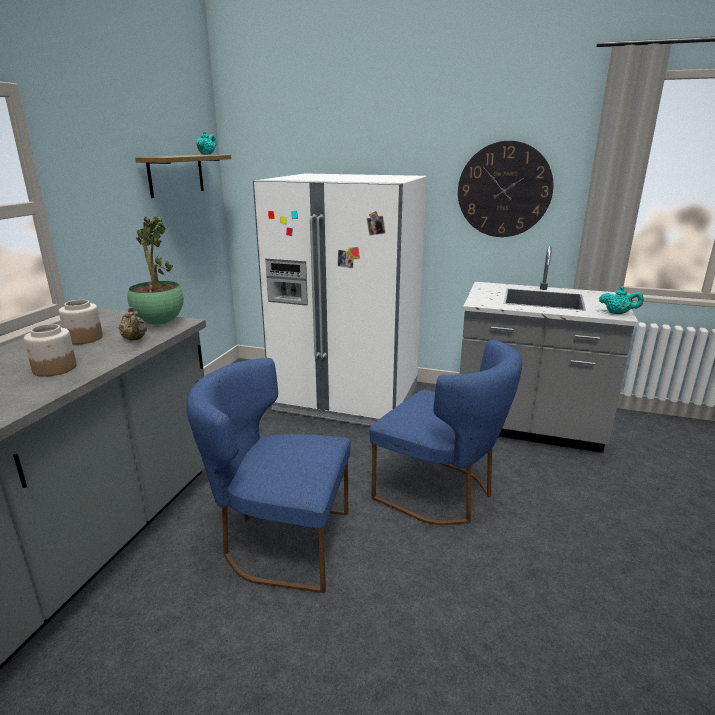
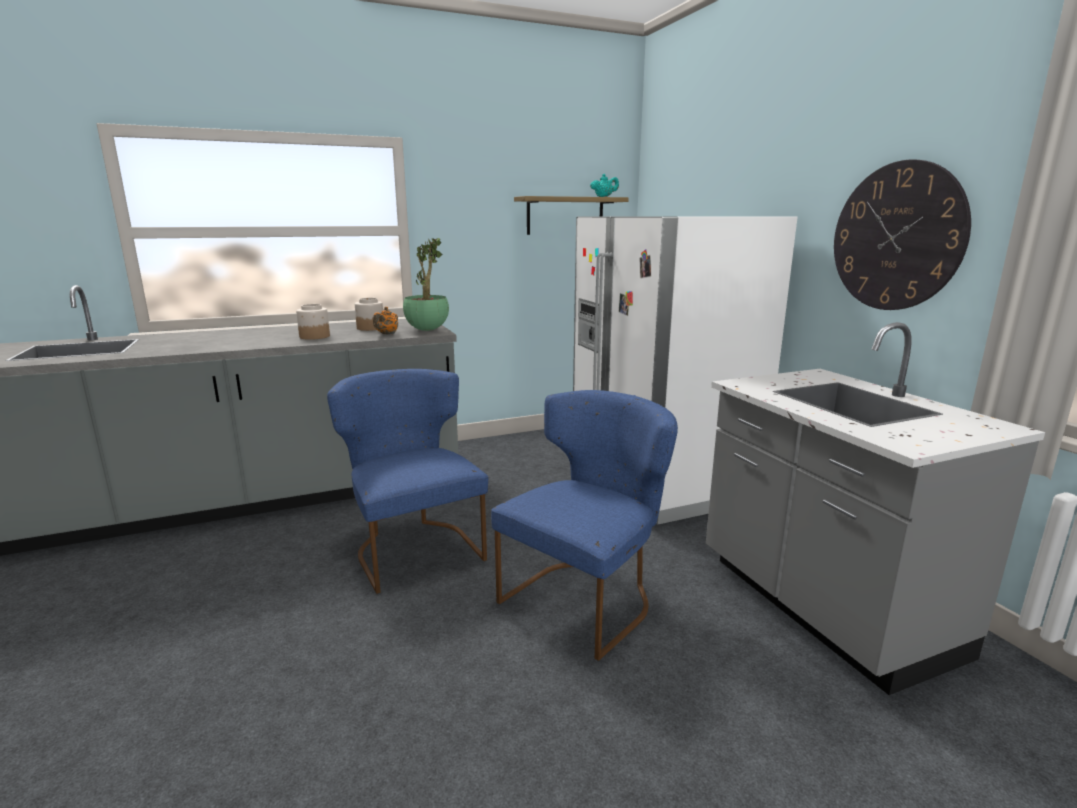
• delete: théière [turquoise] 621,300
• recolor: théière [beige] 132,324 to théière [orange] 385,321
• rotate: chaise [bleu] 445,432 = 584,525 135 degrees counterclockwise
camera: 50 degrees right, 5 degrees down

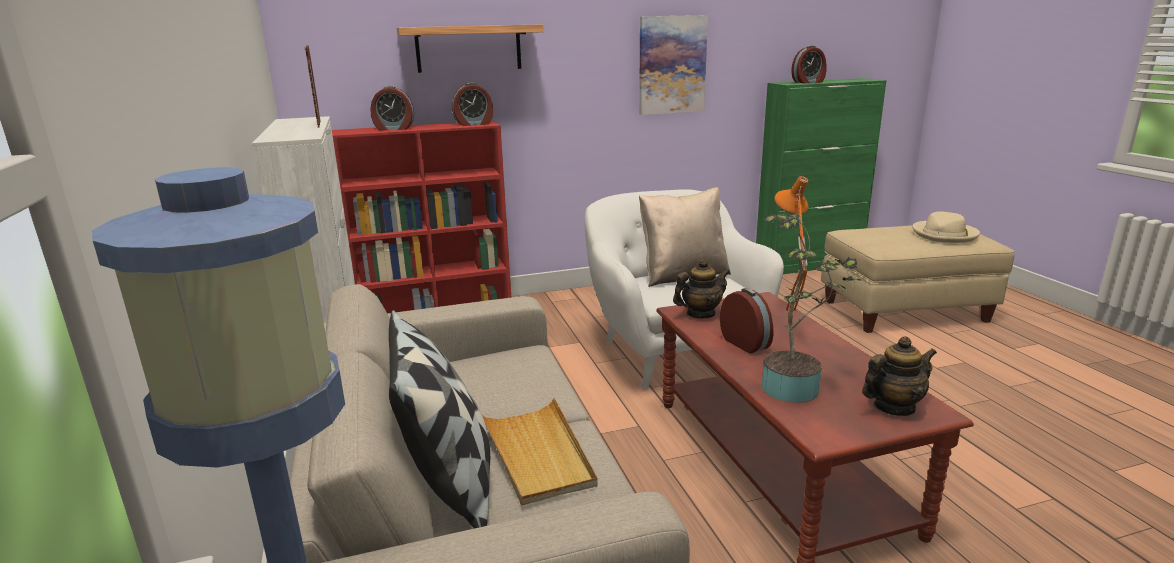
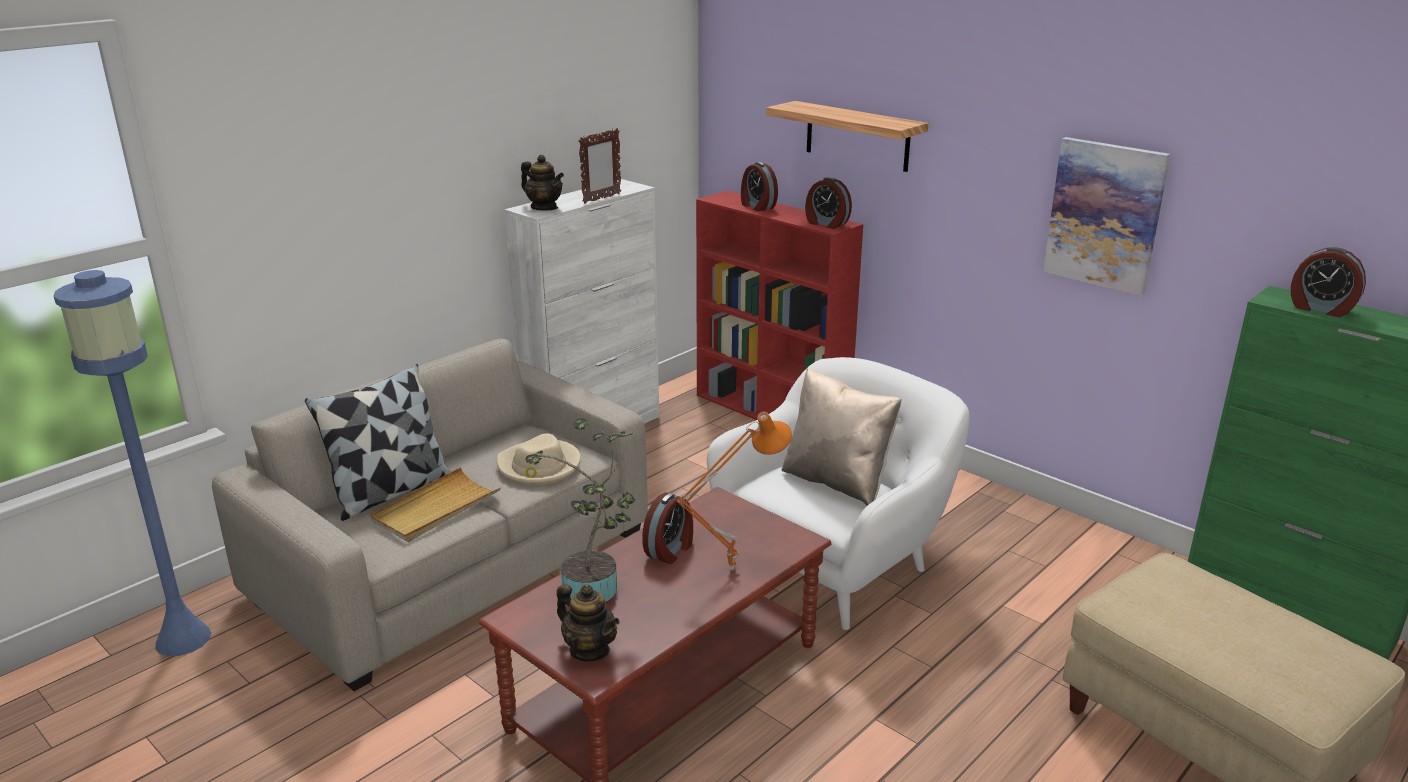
• move: théière 701,288 to 542,182
• move: chapeau [beige] 946,227 to 539,459
camera: 60 degrees right, 5 degrees up

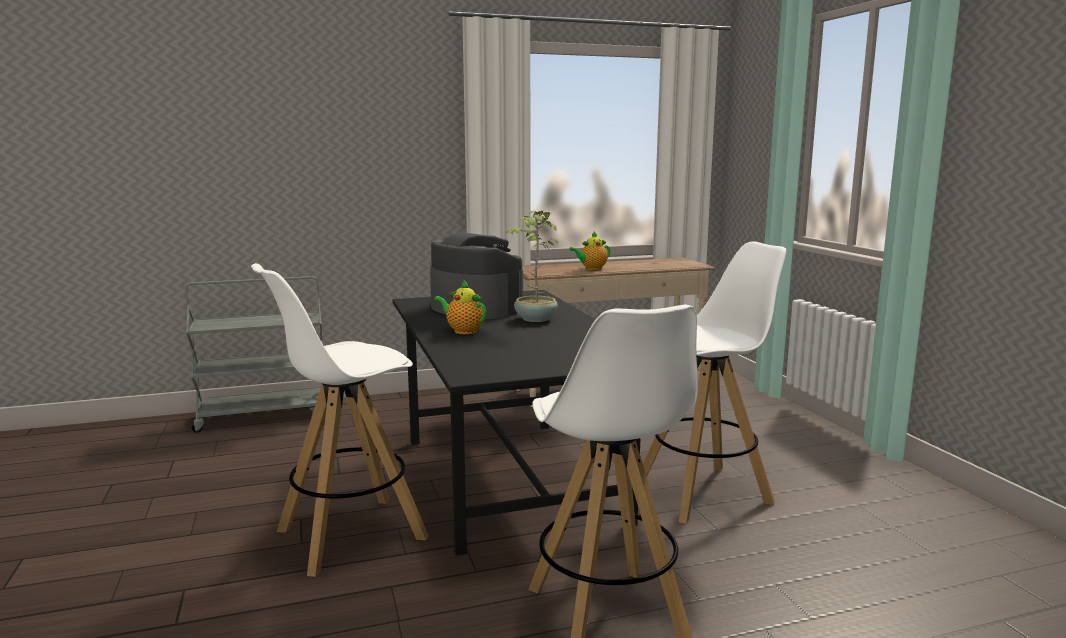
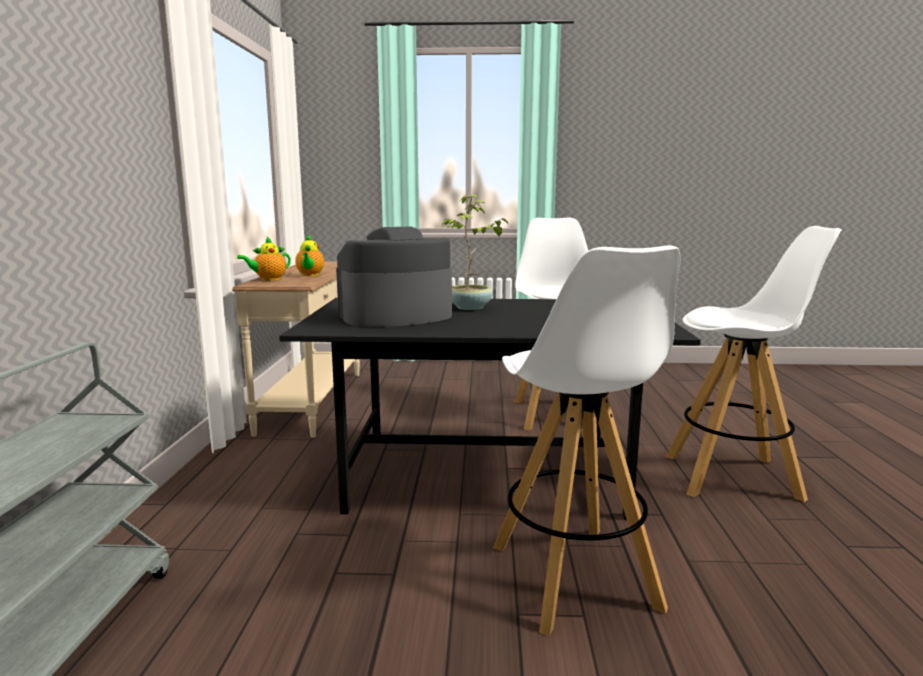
• move: théière 460,307 to 264,259
camera: 70 degrees left, 0 degrees up

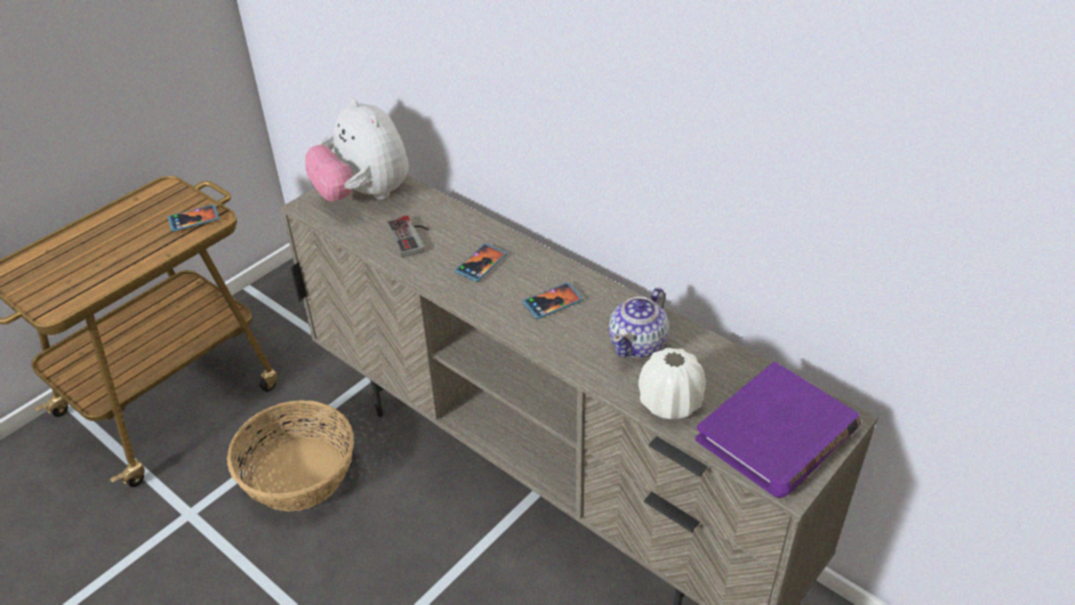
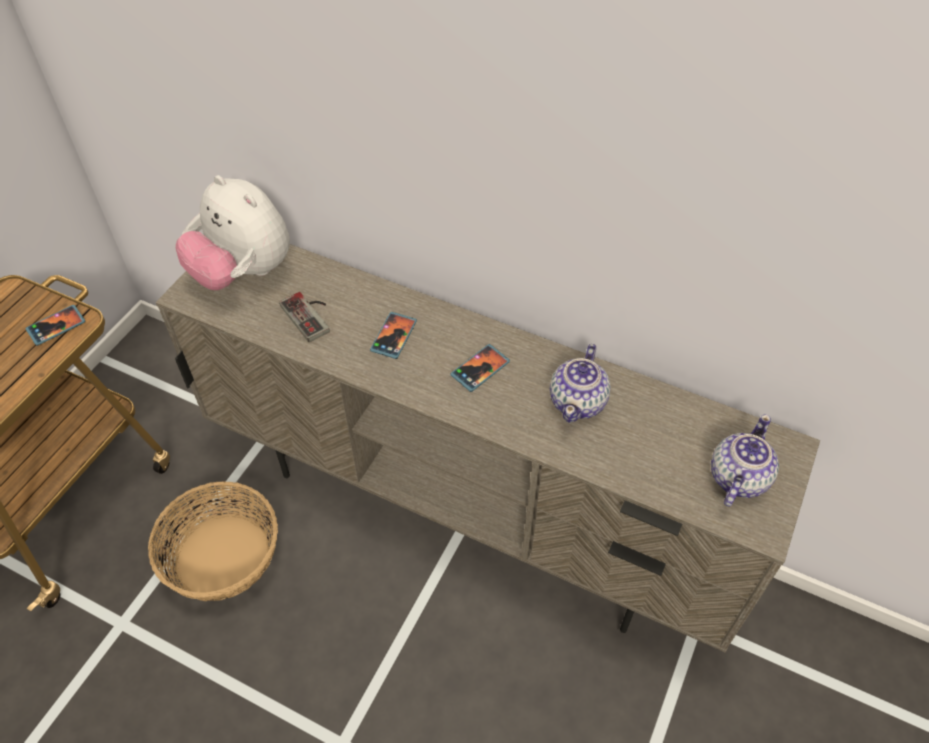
• delete: vase [blanc] 672,383
• replace: livre [violet] 778,430 to théière 745,460
camera: 15 degrees left, 10 degrees up

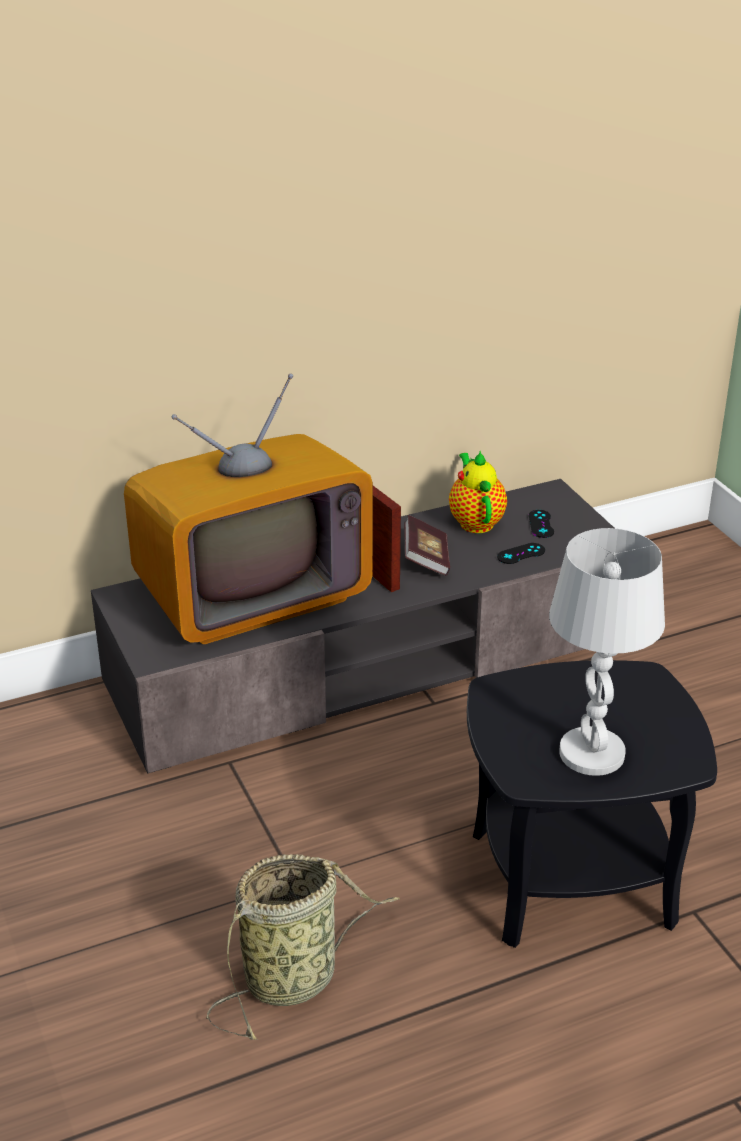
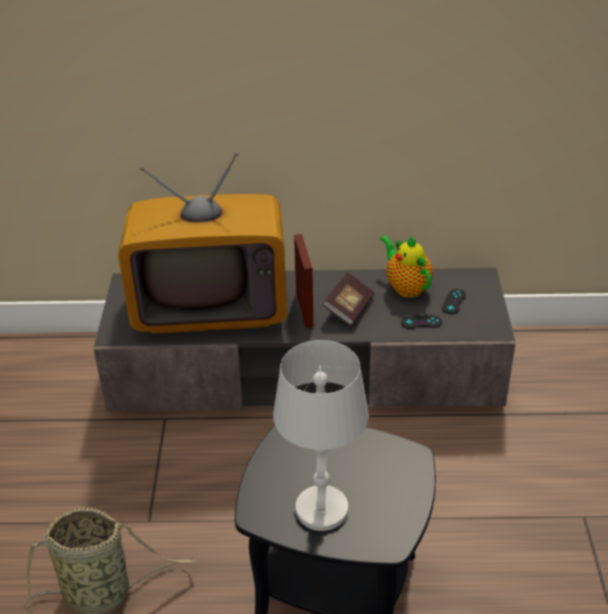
• rotate: théière 478,492 = 406,267 45 degrees counterclockwise
camera: 25 degrees right, 5 degrees up

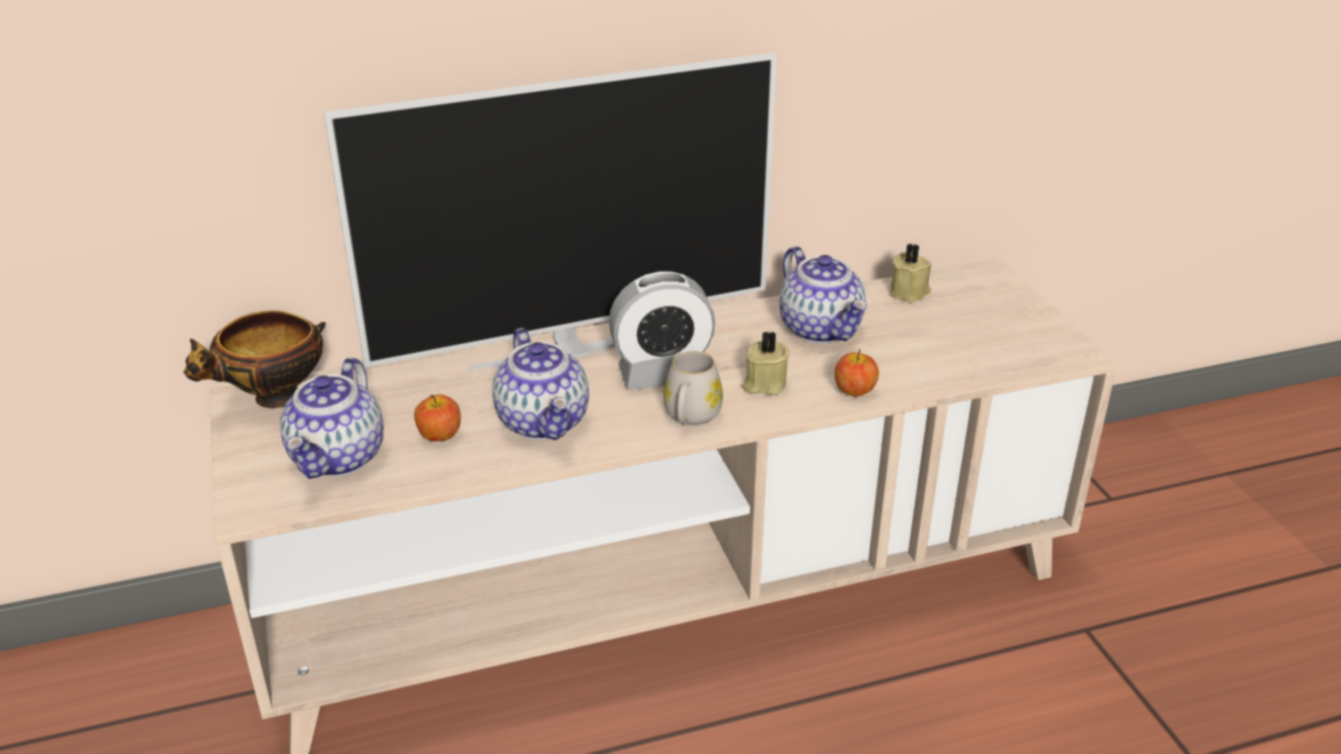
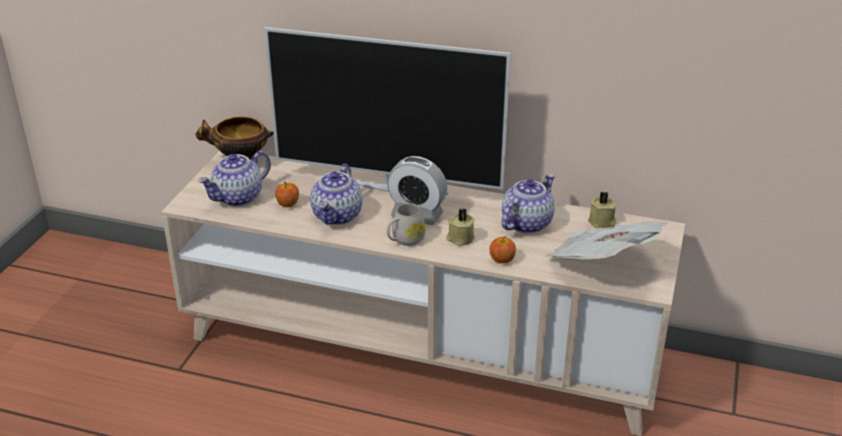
• insert: journal 606,240
• rotate: théière 823,295 = 528,204 150 degrees counterclockwise
camera: 35 degrees right, 0 degrees up

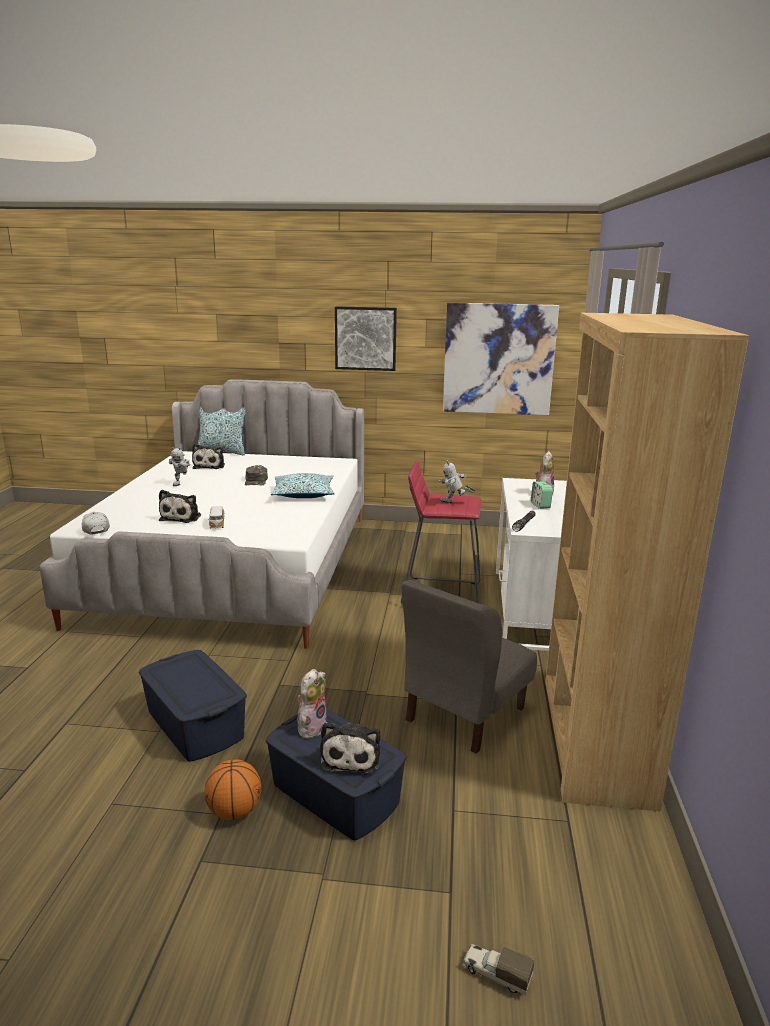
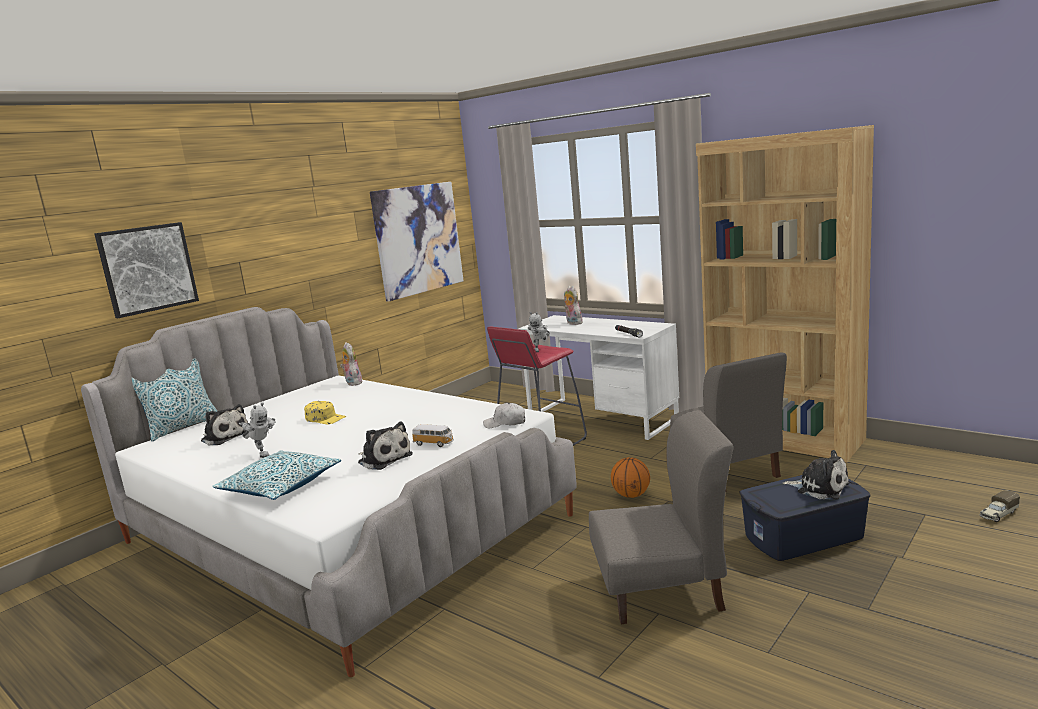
• delete: réveil 542,495
• move: casquette [blanc] 96,523 to 504,415
• move: ballon de basket 232,789 to 630,477
• move: coussin 302,485 to 276,475
• move: peluche 312,704 to 351,364
• move: tableau 366,338 to 146,270
• replace: boîte de rangement [bleu] 193,706 to chaise [gris] 661,517
• recolor: casquette [vert] 256,475 to casquette [jaune] 325,412
camera: 55 degrees left, 5 degrees down

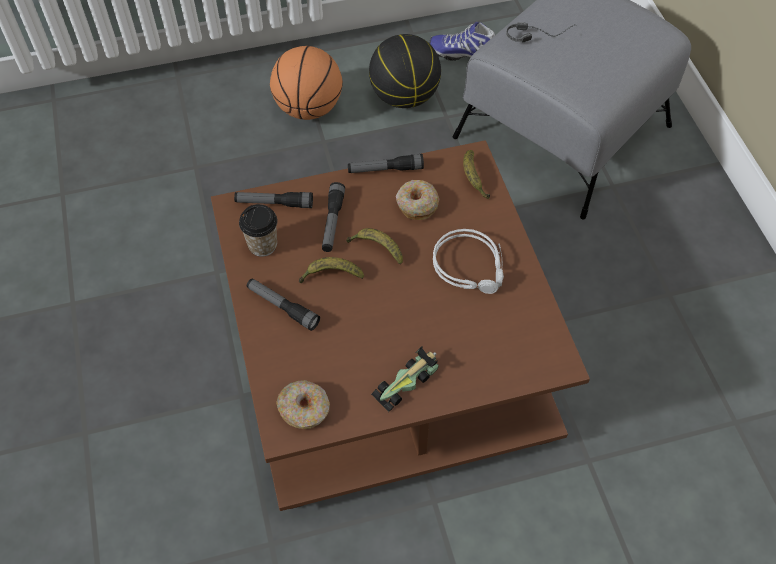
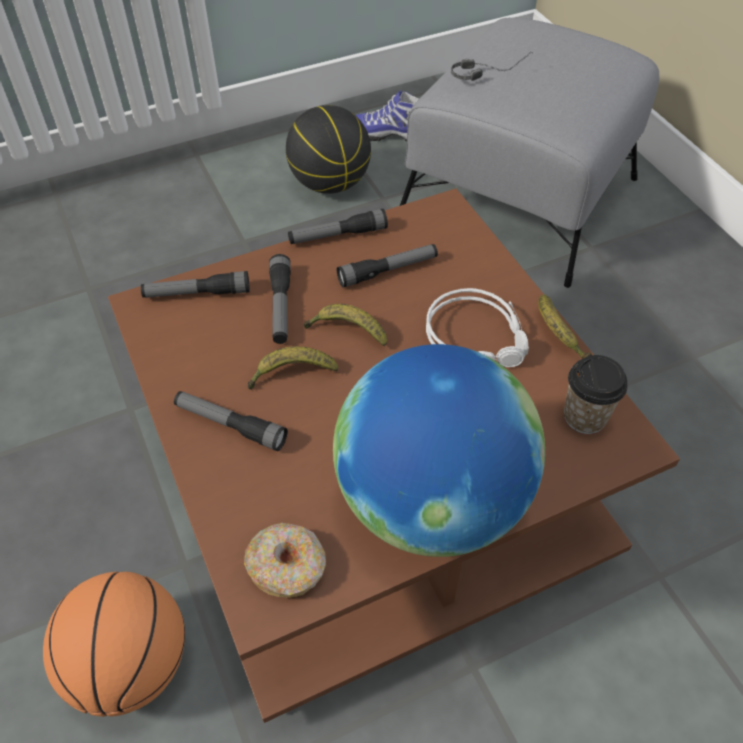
• move: tasse 258,230 to 596,394
• move: ballon de basket 306,83 to 114,644
• move: banane 476,174 to 565,326
• replace: petite voiture 404,379 to globe 439,450
• replace: beignet 417,200 to lampe de poche 387,266
camera: 10 degrees left, 5 degrees down

